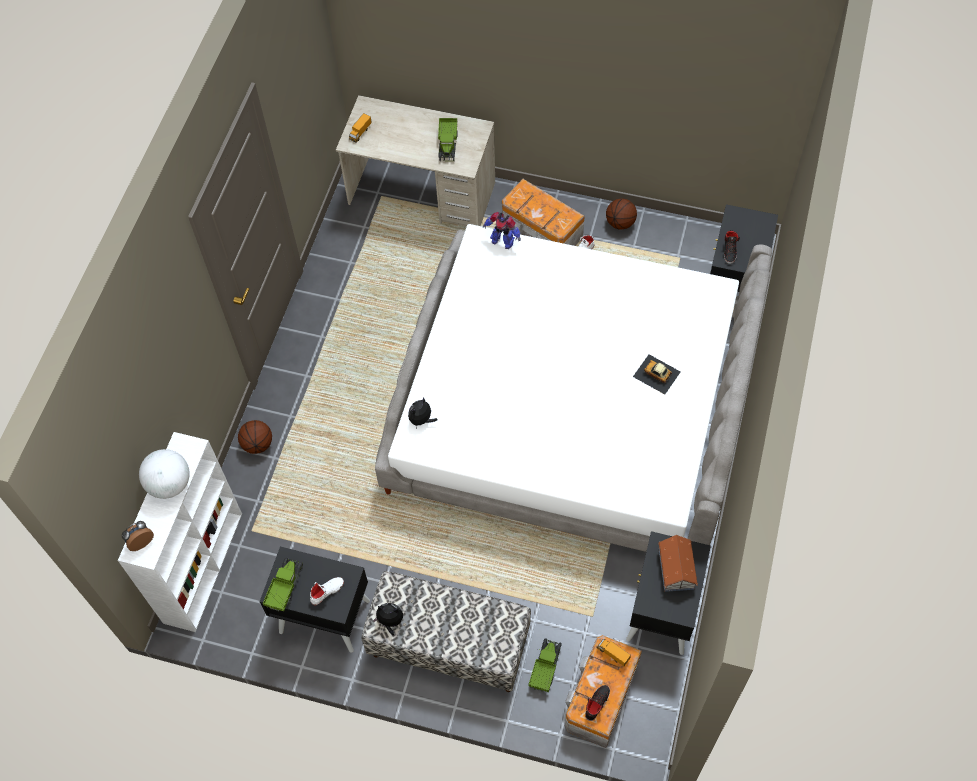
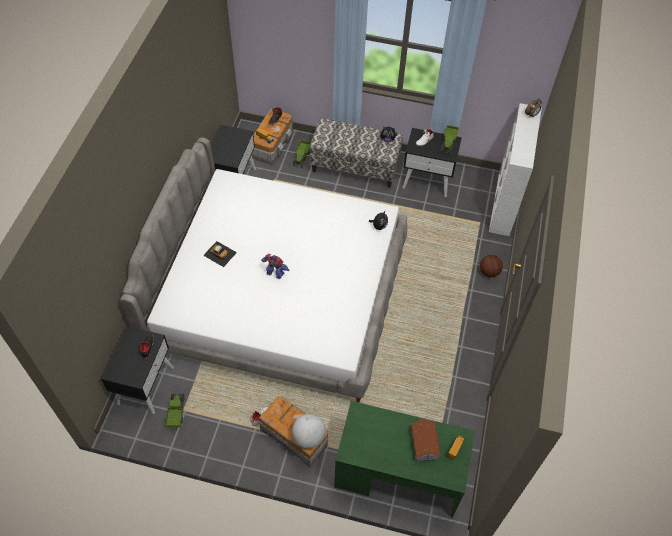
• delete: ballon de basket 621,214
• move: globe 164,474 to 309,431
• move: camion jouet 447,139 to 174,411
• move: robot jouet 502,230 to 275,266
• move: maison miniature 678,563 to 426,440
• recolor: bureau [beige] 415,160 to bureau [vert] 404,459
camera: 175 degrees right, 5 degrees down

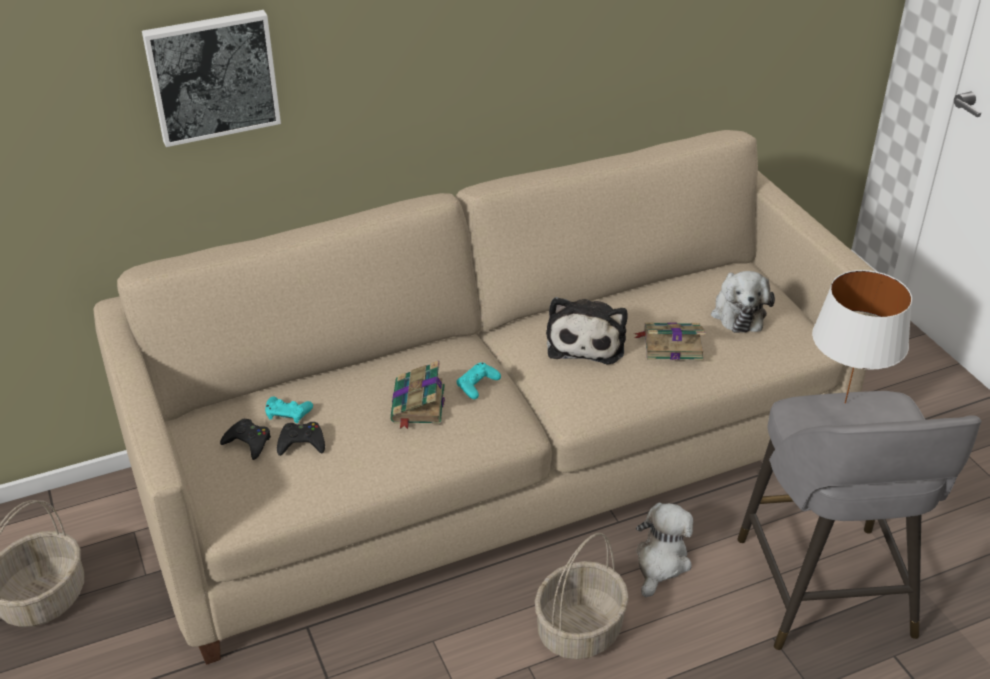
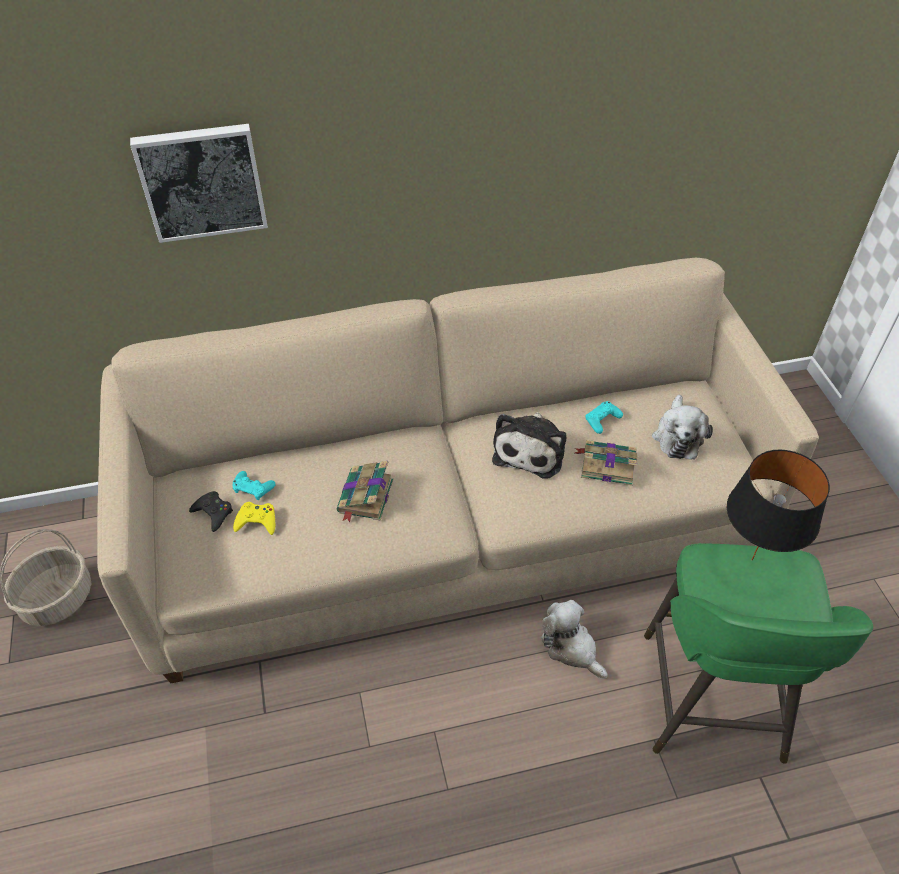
• delete: panier 582,596
• move: manette [turquoise] 479,380 to 604,417
• recolor: manette [noir] 301,439 to manette [jaune] 254,518
• recolor: tabouret [gris] 859,520 to tabouret [vert] 758,653
• recolor: lampe de table [blanc] 862,337 to lampe de table [noir] 778,505
• rotate: peluche 664,549 = 574,639 75 degrees counterclockwise
camera: 10 degrees right, 10 degrees up

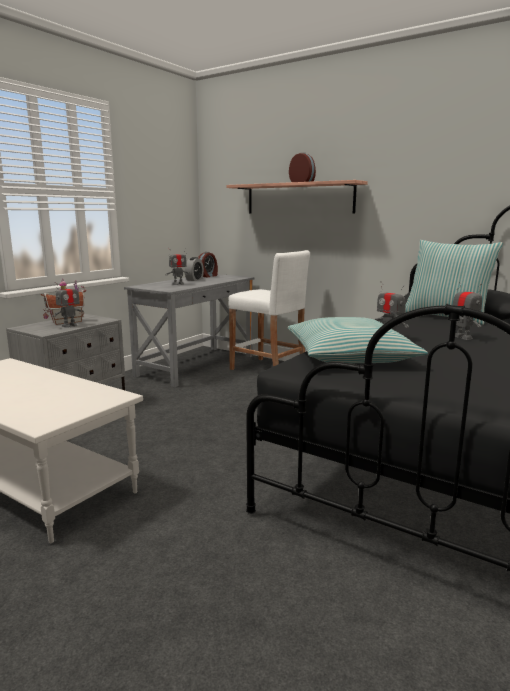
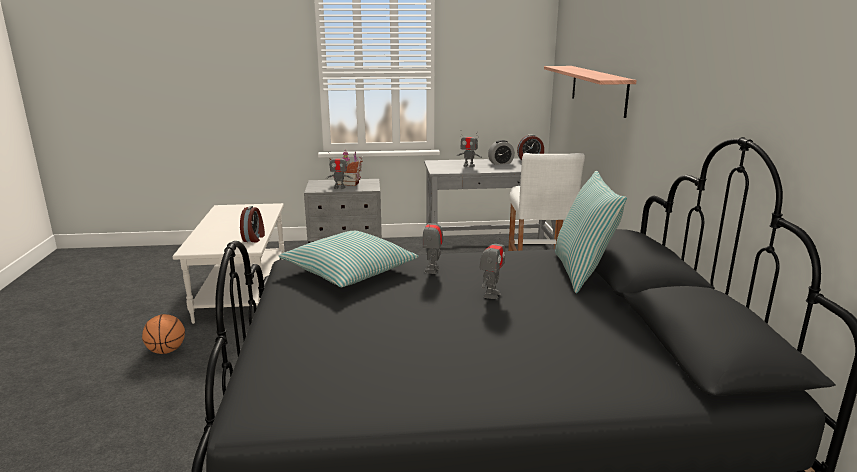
• insert: ballon de basket 163,334
• move: réveil 302,167 to 252,224
camera: 50 degrees right, 5 degrees up

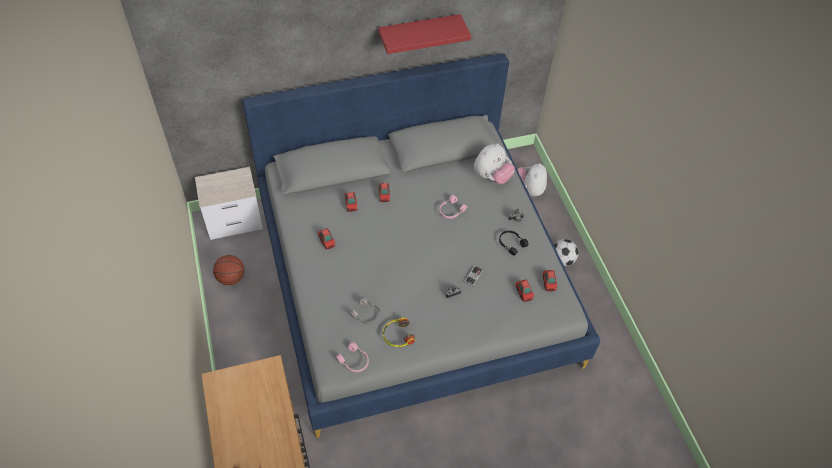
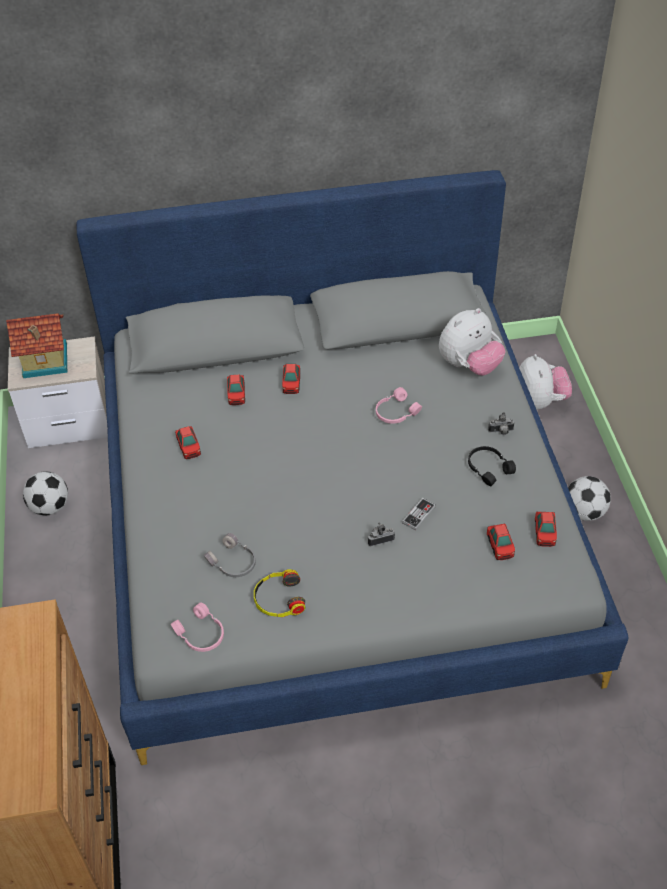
• delete: étagère [rouge] 424,34
• insert: maison miniature 36,345
• replace: ballon de basket 228,270 to ballon de foot 45,493
• rotate: peluche 532,180 = 545,382 150 degrees clockwise
camera: 10 degrees right, 5 degrees down

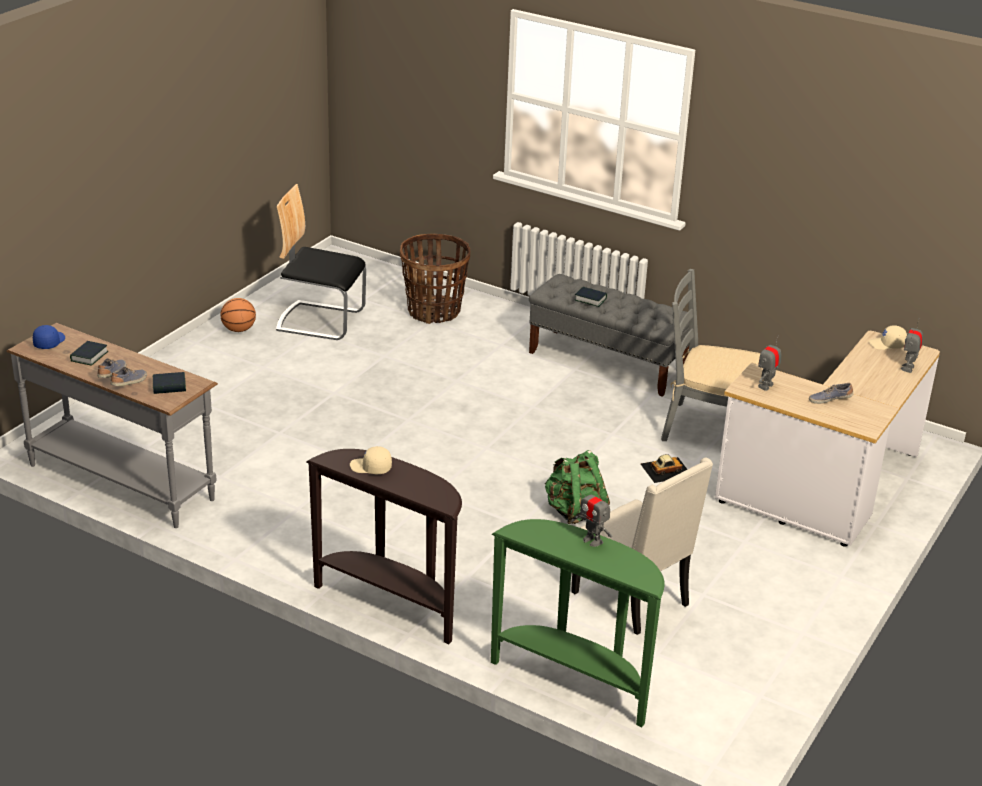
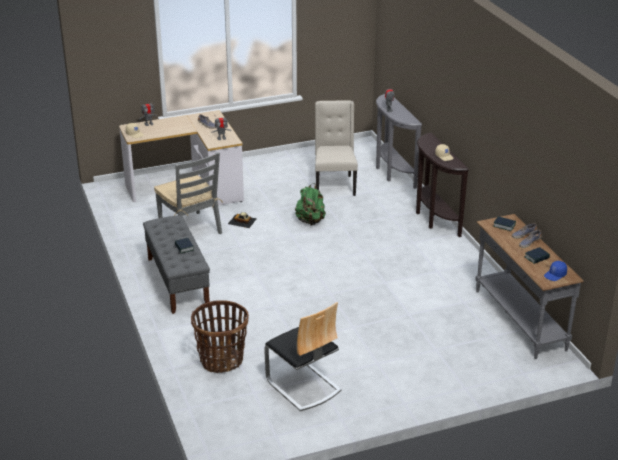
• delete: ballon de basket 238,315
• recolor: table console [vert] 578,623 to table console [gris] 399,141
camera: 140 degrees left, 0 degrees up

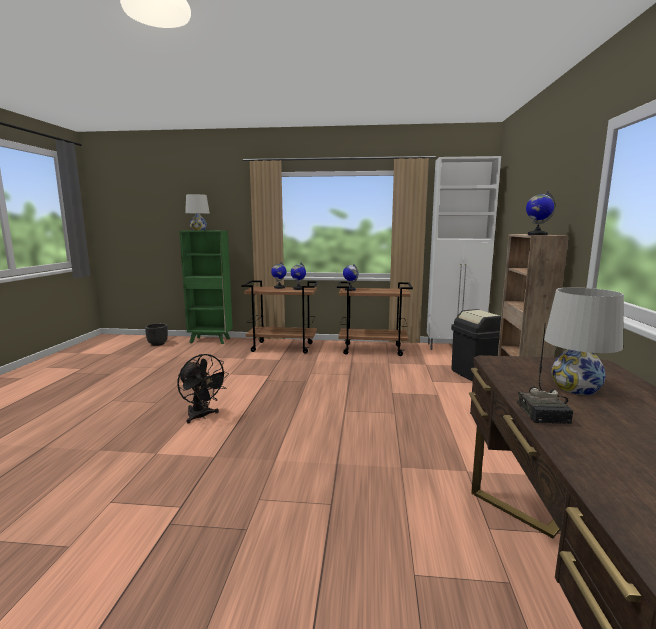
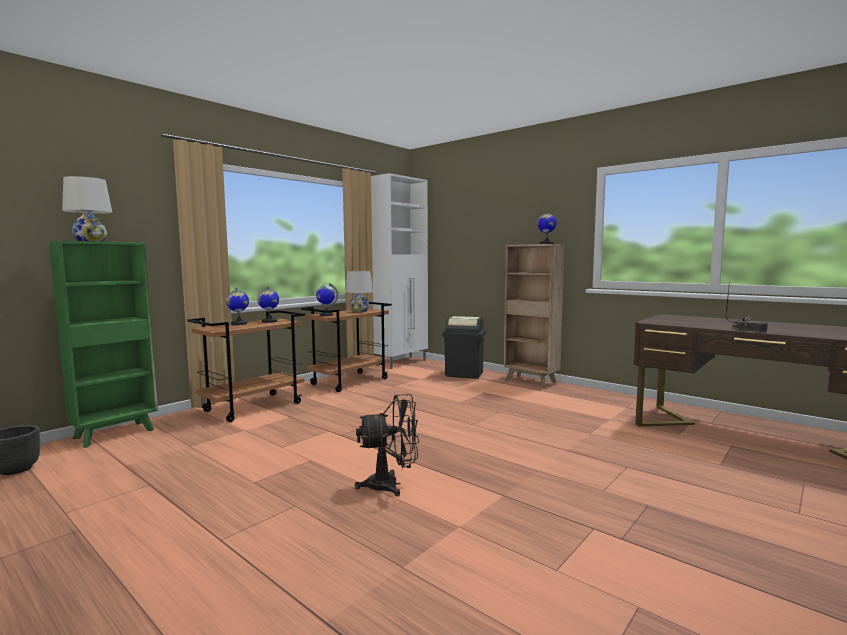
• move: lampe de table [blanc] 584,341 to 359,291
camera: 55 degrees left, 5 degrees down

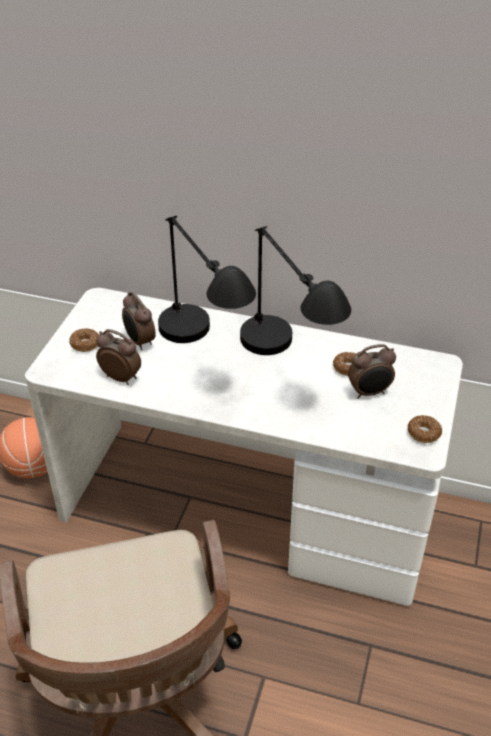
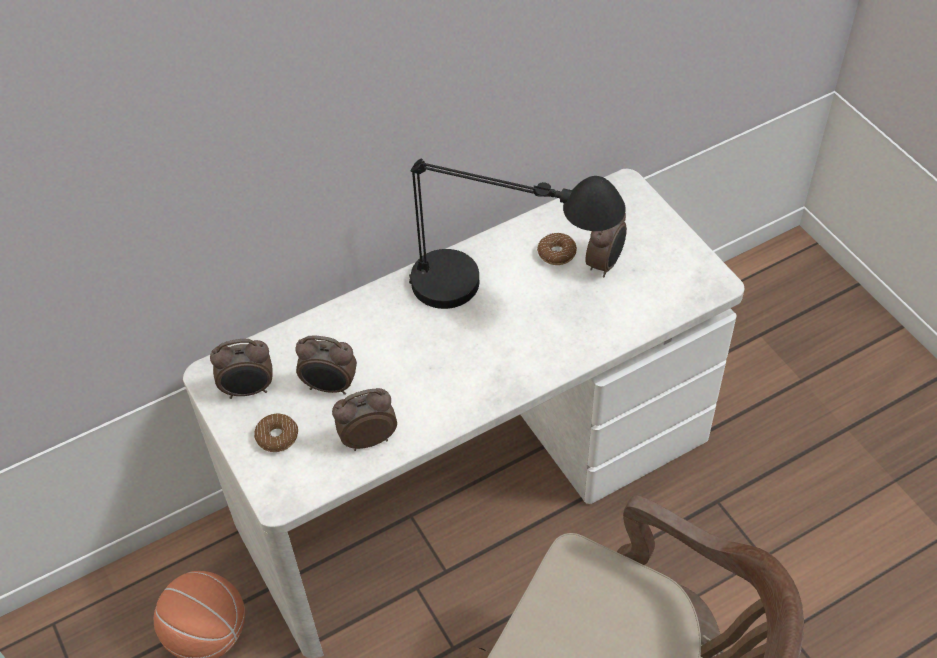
• delete: lampe de table [noir] 207,279
• delete: beignet 425,429
• insert: réveil 241,369
camera: 45 degrees left, 10 degrees up

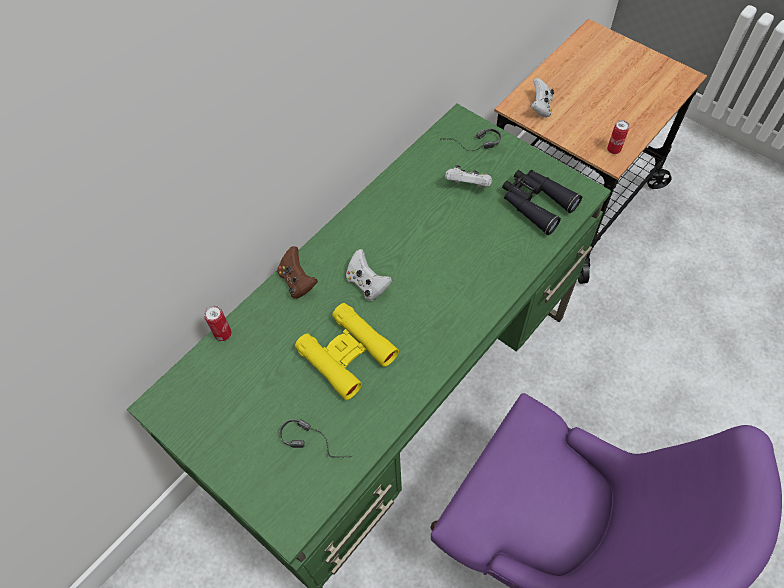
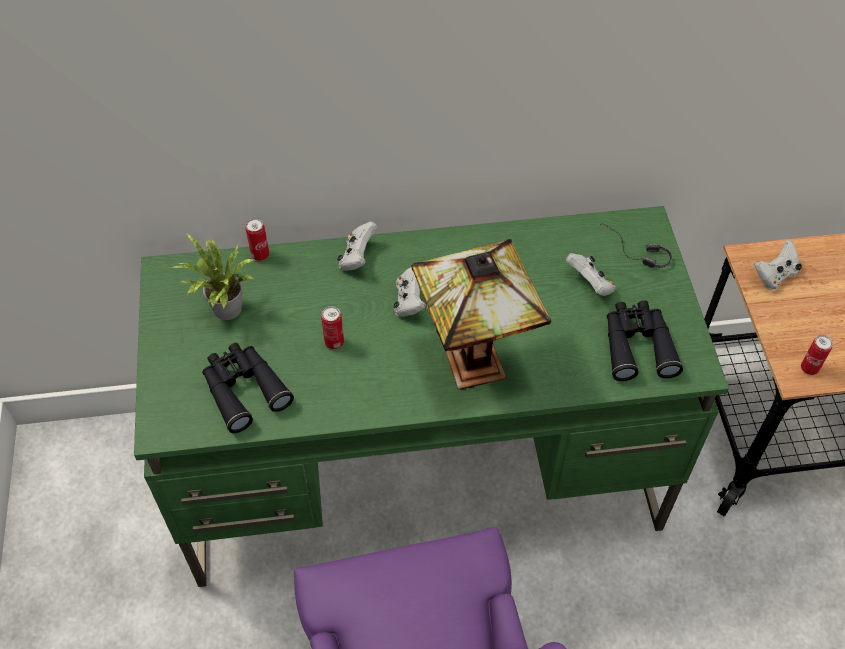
• insert: plante en pot 213,277
• insert: lampe de table 481,314
• replace: casque audio 316,438 to jumelles [noir] 248,388
• replace: jumelles [jaune] 347,351 to boîte métallique 332,327
• recolor: manette [marron] 298,272 to manette [blanc] 357,246
camera: 40 degrees right, 5 degrees down

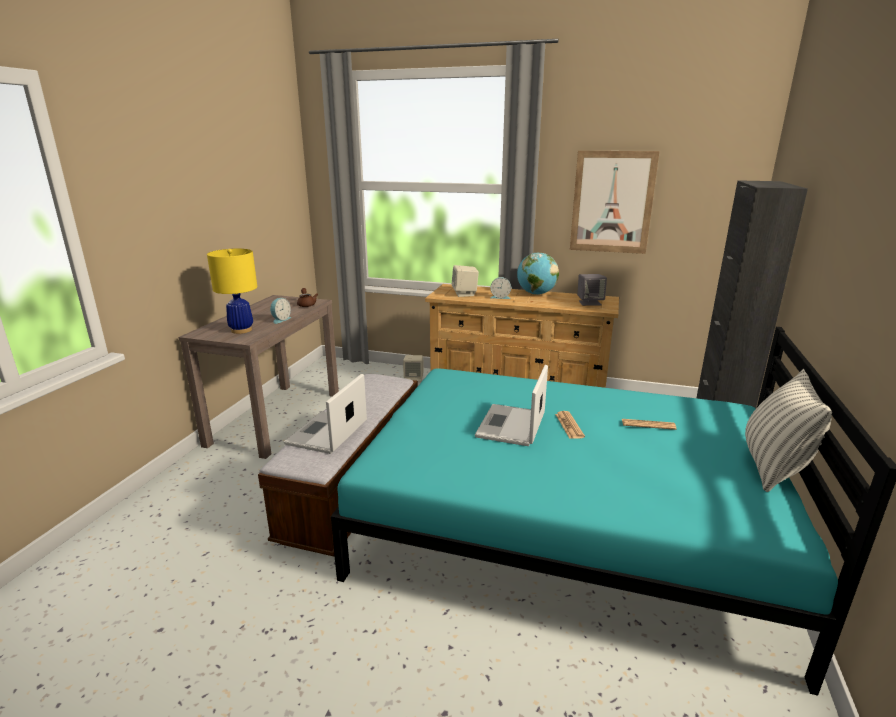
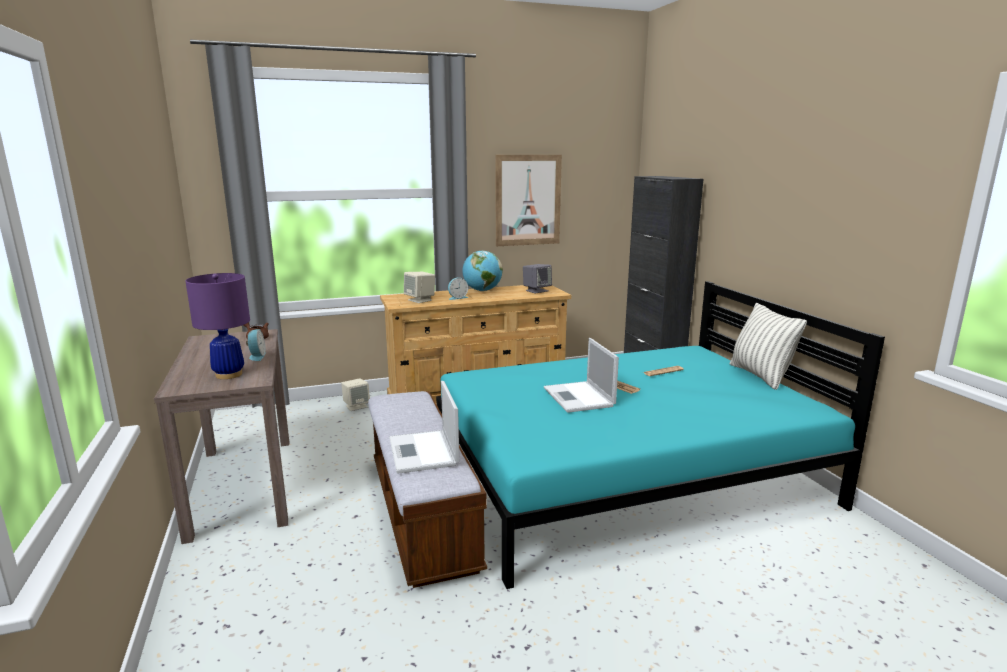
• recolor: lampe de table [jaune] 232,291 to lampe de table [violet] 217,326
camera: 35 degrees left, 5 degrees down

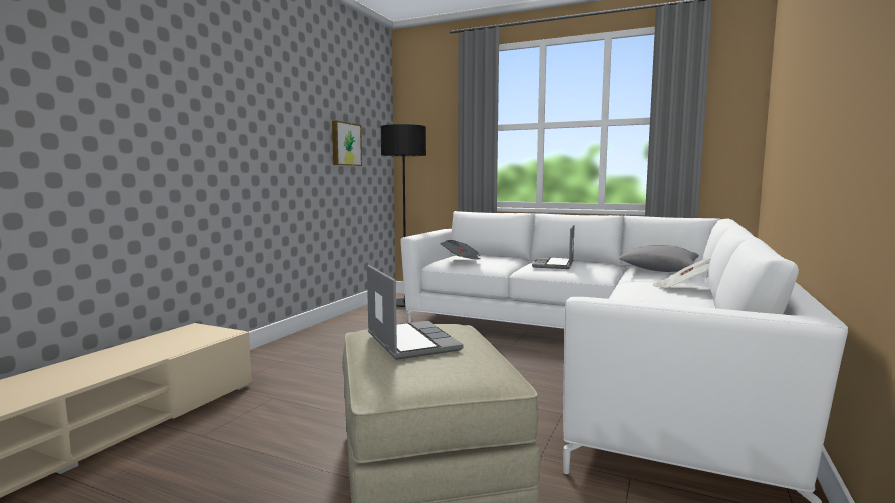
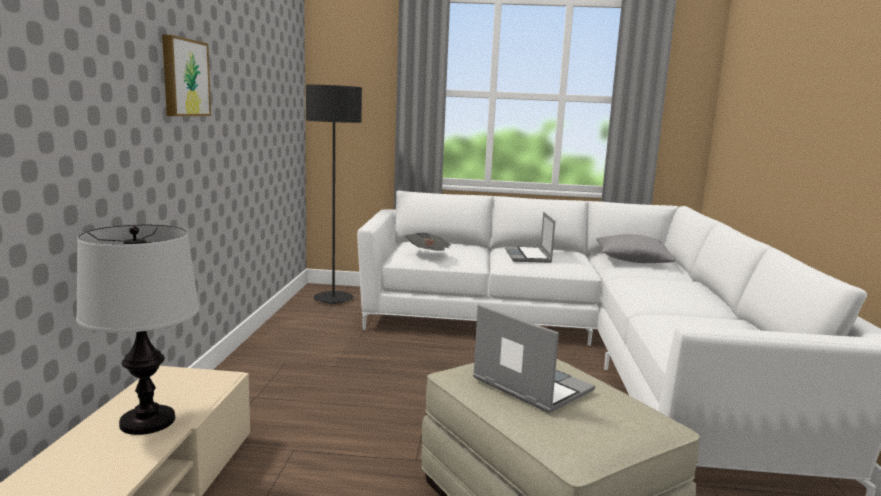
• delete: journal 681,273
• insert: lampe de table 137,330
• move: tableau 347,143 to 186,75
camera: 20 degrees left, 5 degrees up

